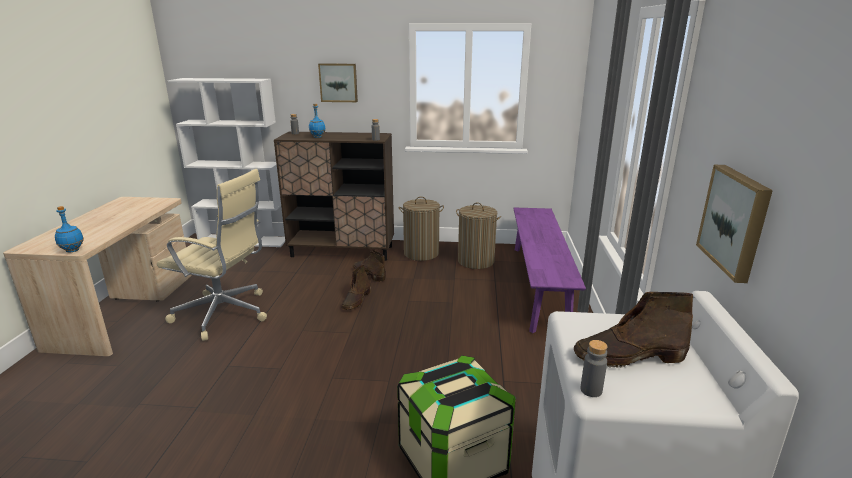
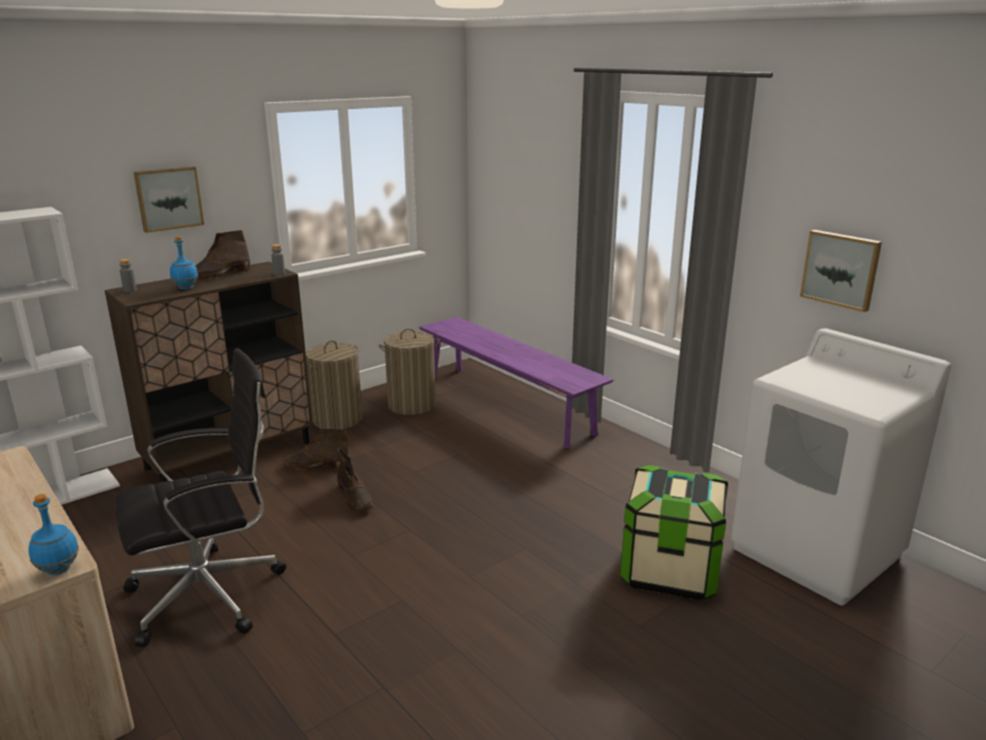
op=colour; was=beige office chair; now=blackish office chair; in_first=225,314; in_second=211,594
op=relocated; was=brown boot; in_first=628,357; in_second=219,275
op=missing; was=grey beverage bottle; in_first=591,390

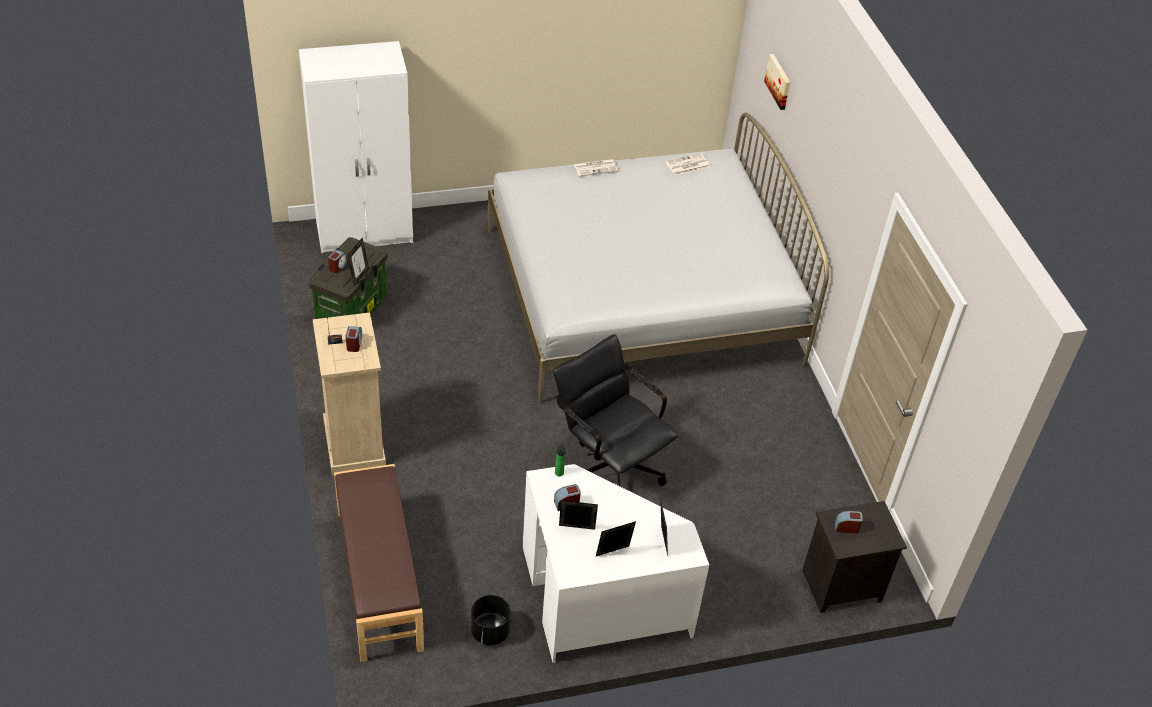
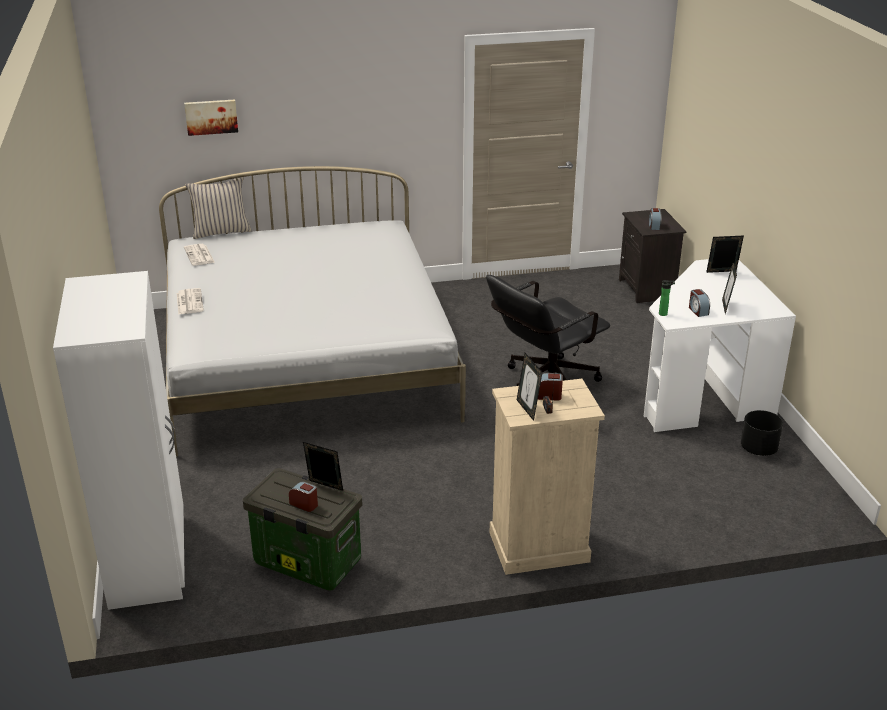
op=missing; was=brown bench; in_first=378,579
op=relocated; was=standing frame; in_first=613,553; in_second=528,409
op=appeared; now=beige throw pillow; in_second=221,231

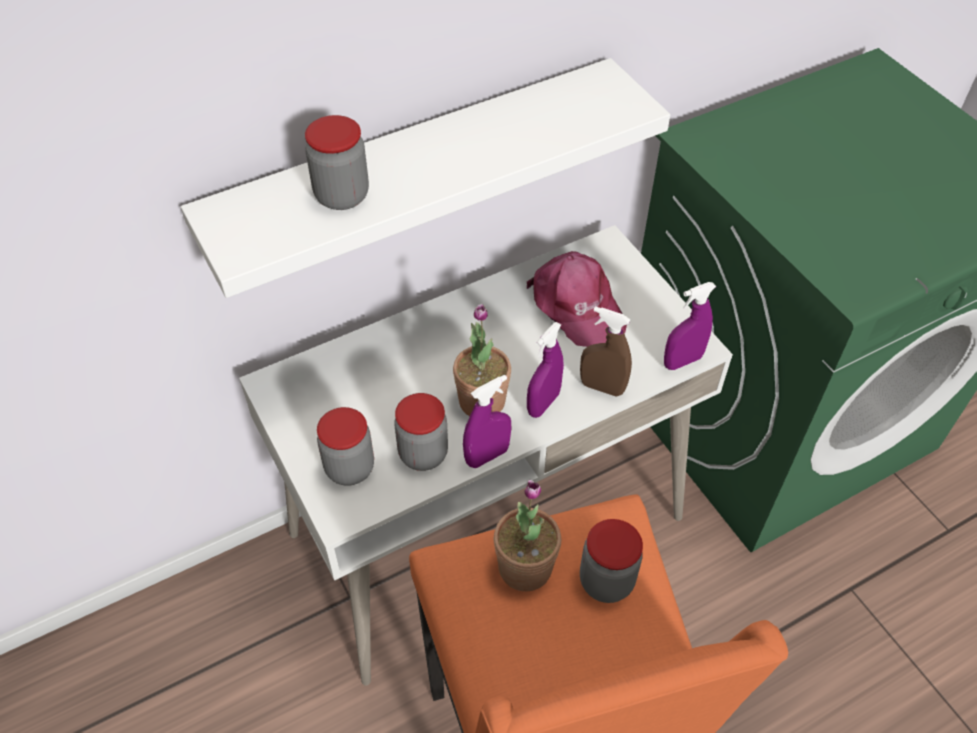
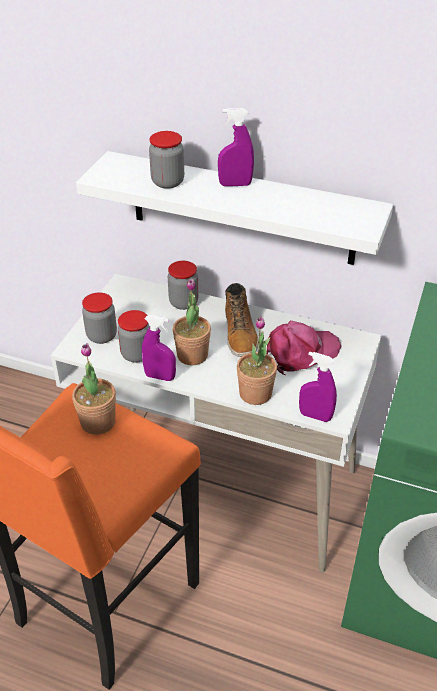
op=spun; was=pink peaked cap; in_first=576,306; in_second=300,353; clockwise=-135
op=relocated; was=purple hand sprayer; in_first=543,404; in_second=235,184
op=exchanged; was=brown hand sprayer; now=plant in a pot; in_first=602,387; in_second=255,394
op=relocated; was=jar; in_first=606,581; in_second=183,302
op=appeared; now=boot; in_second=240,334

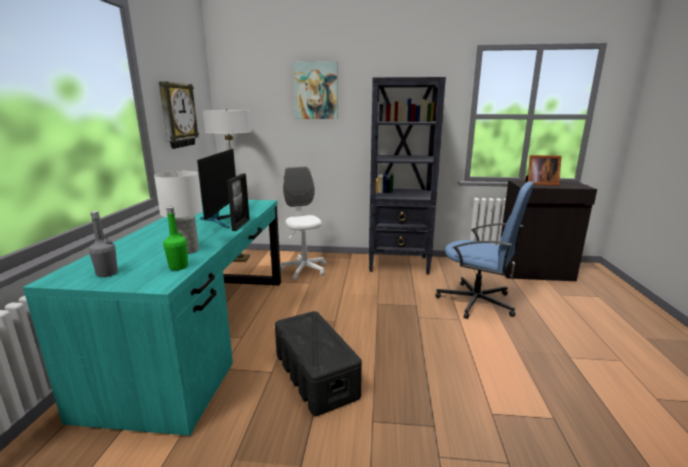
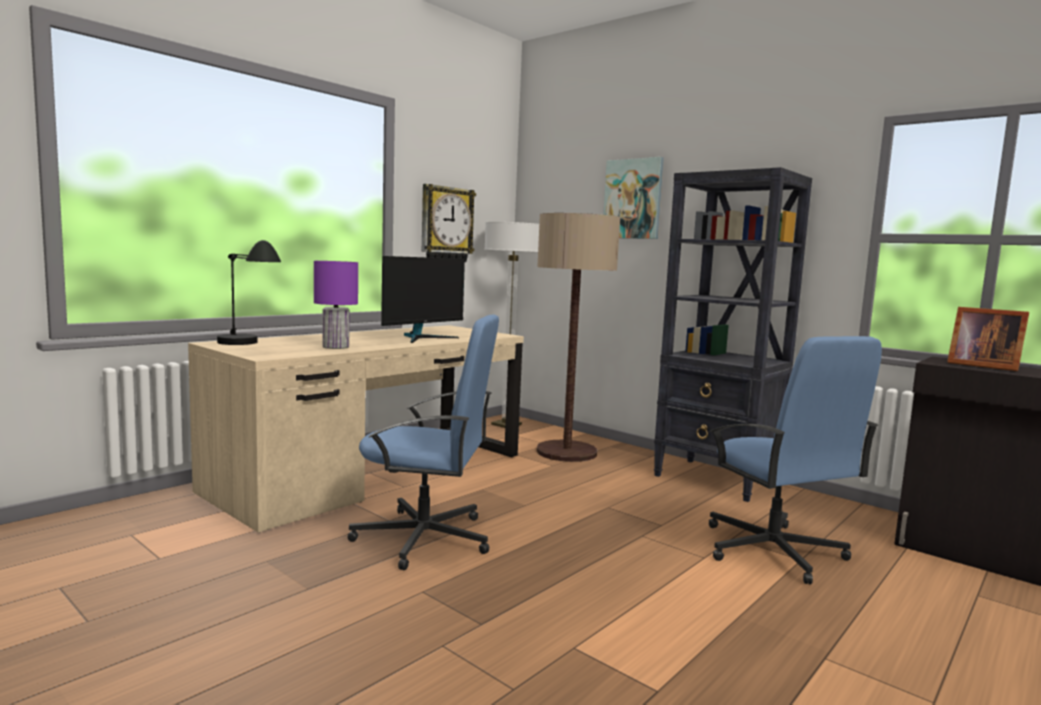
op=colour; was=turquoise desk; now=beige desk; in_first=203,334; in_second=373,473
op=exchanged; was=grey beverage bottle; now=blackish lamp for a table; in_first=107,274; in_second=248,346
op=colour; was=white-coloured lamp for a table; now=purple lamp for a table; in_first=187,250; in_second=336,347
op=missing; was=greenish beverage bottle; in_first=178,267
op=missing; was=standing frame; in_first=241,225
op=exchanged; was=blackish storage bin; now=bluish office chair; in_first=316,376; in_second=425,538
op=exchanged; was=white-coloured office chair; now=floor lamp; in_first=304,270; in_second=566,452

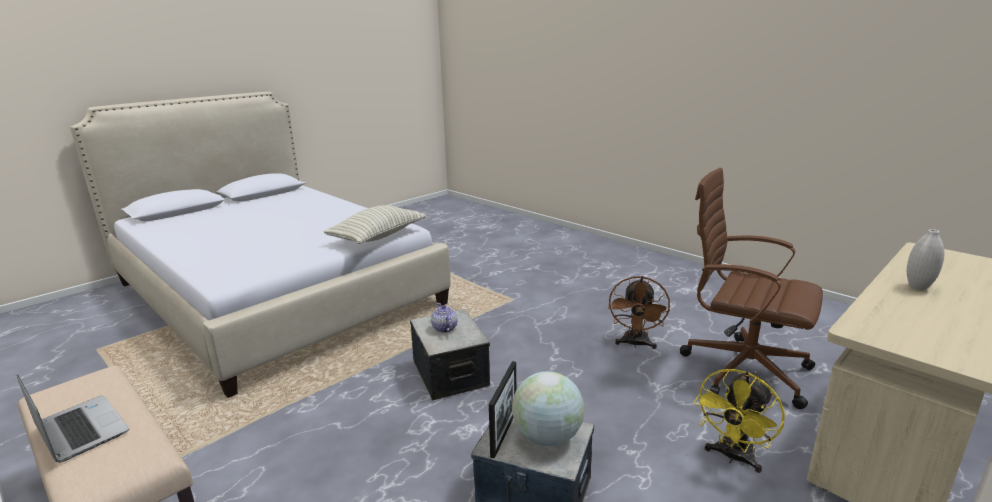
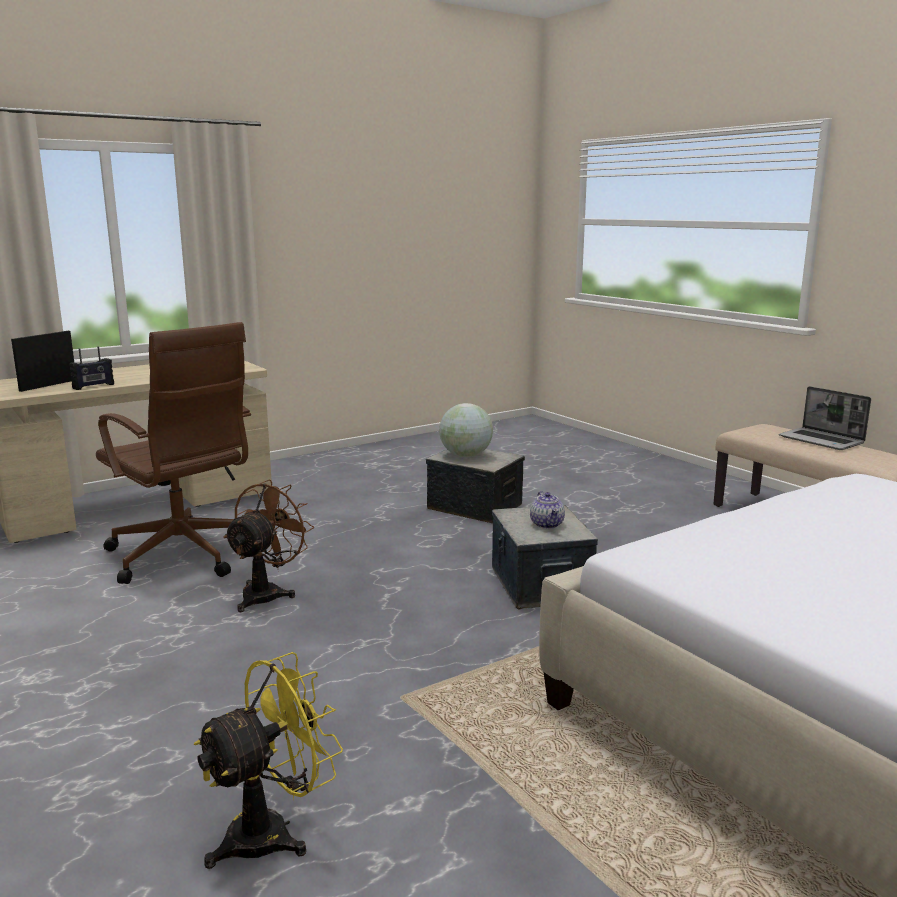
op=missing; was=throw pillow; in_first=378,237
op=relocated; was=standing frame; in_first=504,432; in_second=48,385
op=relocated; was=yellow fan; in_first=733,457; in_second=273,831
op=missing; was=white-coloured flower vase; in_first=918,287
op=appeared; now=radio; in_second=93,386

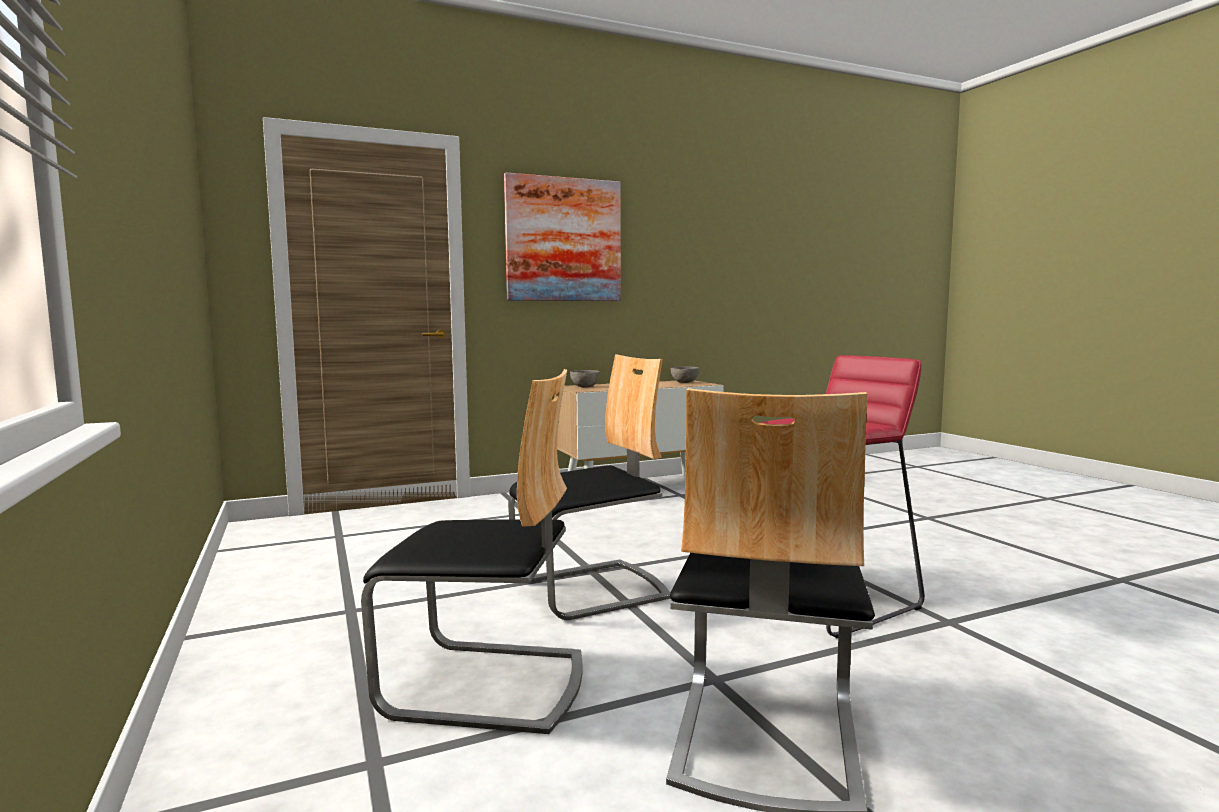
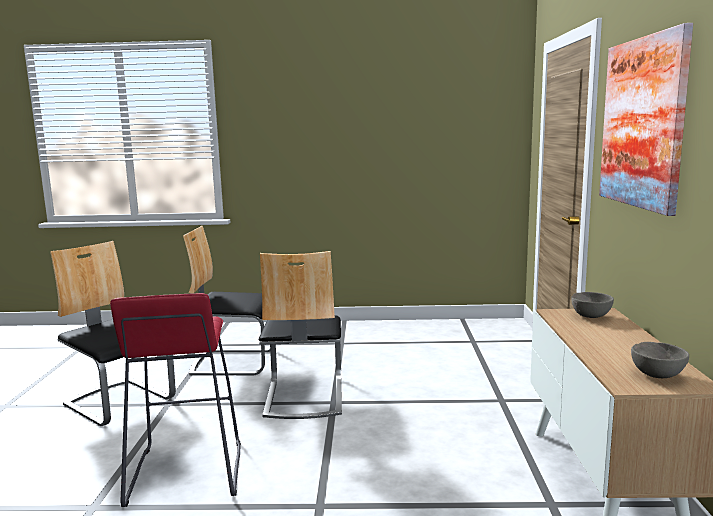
op=spun; was=chair; in_first=486,684; in_second=234,362; clockwise=60

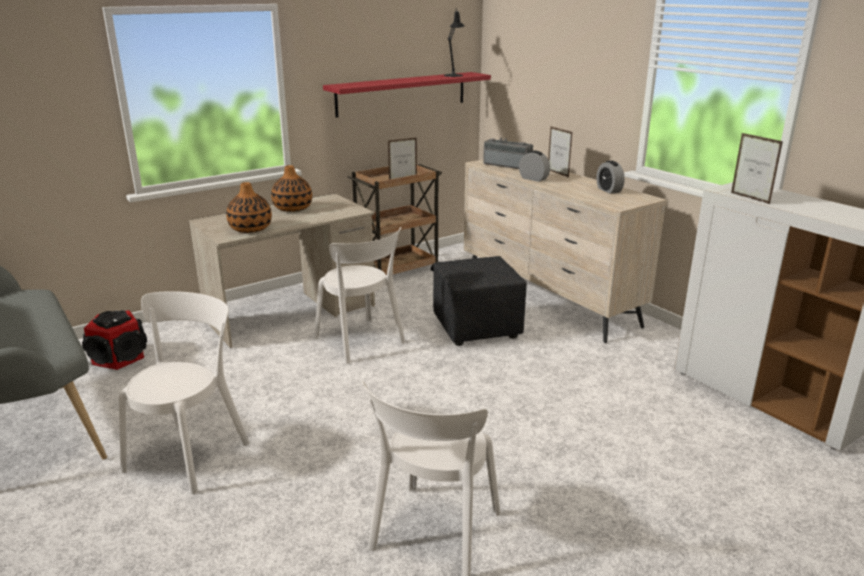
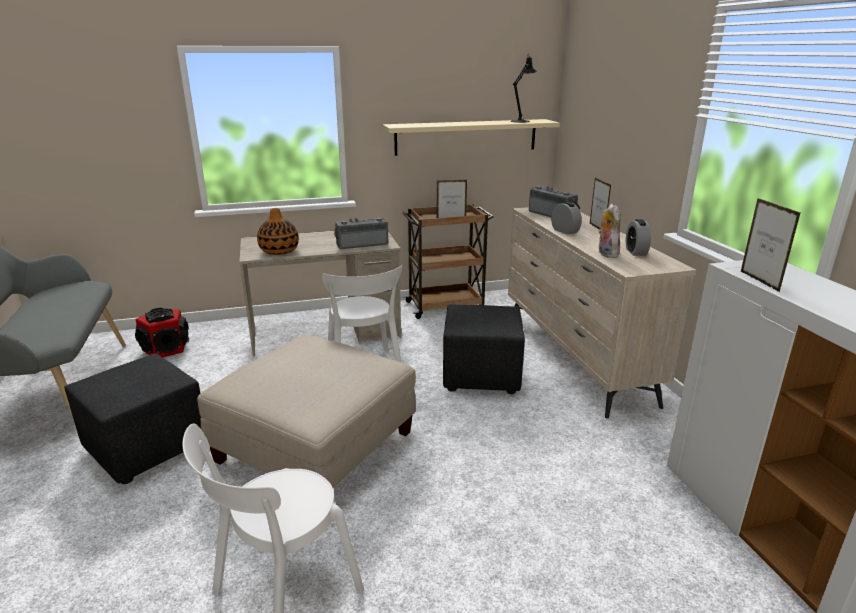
op=exchanged; was=white-coloured chair; now=blackish pouffe; in_first=190,453; in_second=148,448
op=missing; was=flower vase; in_first=293,208
op=colour; was=red shelf; now=beige shelf; in_first=402,93; in_second=466,137
op=appeared; now=beige pouffe; in_second=315,446
op=appeared; now=radio; in_second=362,244
op=appeared; now=cuddly toy; in_second=606,254

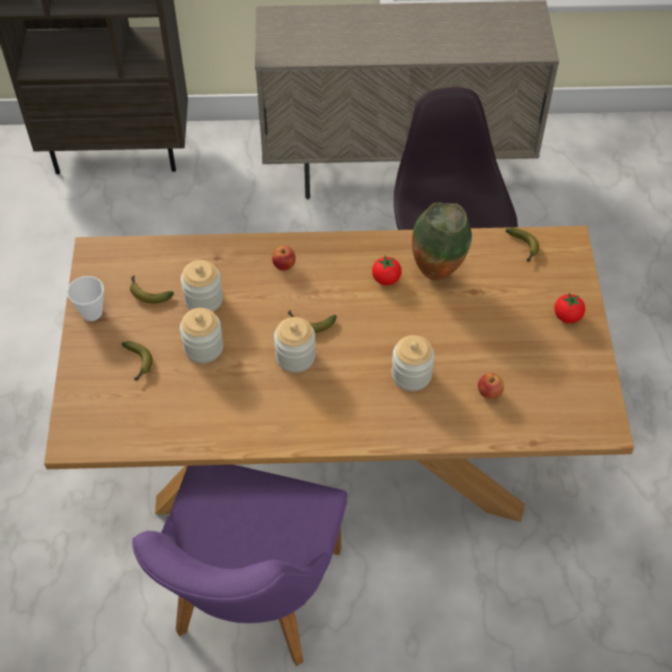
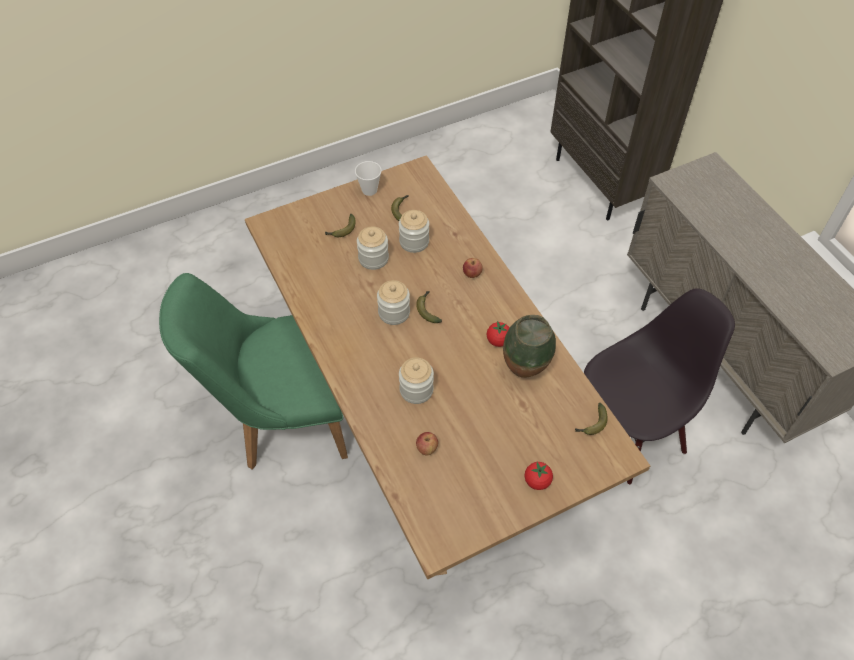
op=colour; was=purple chair; now=greenish chair; in_first=250,605; in_second=280,420

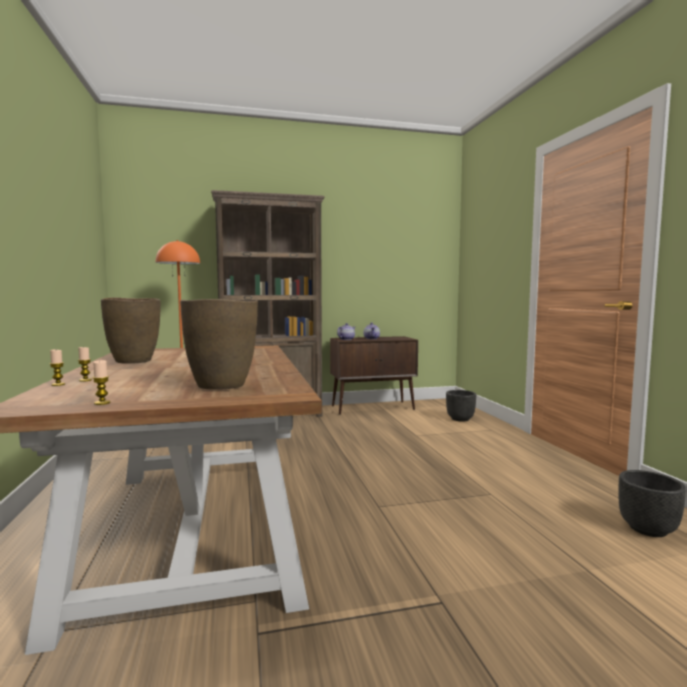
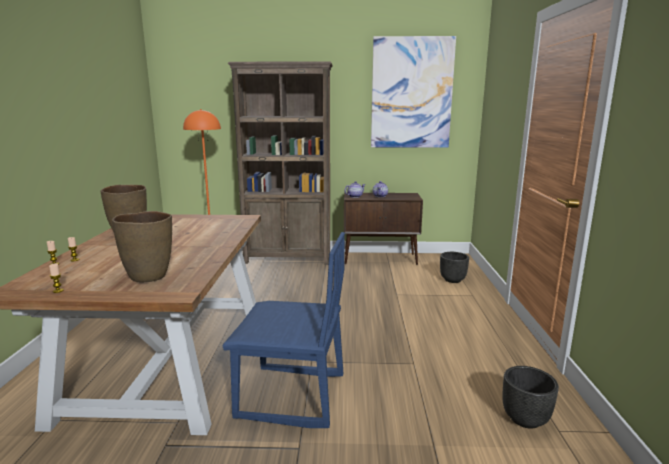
op=appeared; now=bluish chair; in_second=291,397
op=appeared; now=wall picture; in_second=411,93

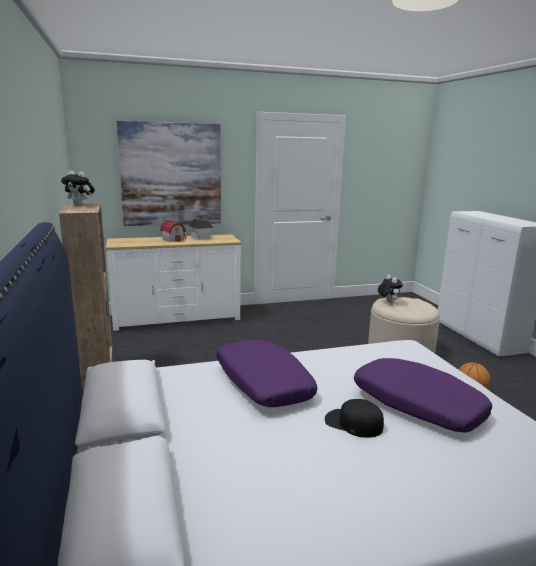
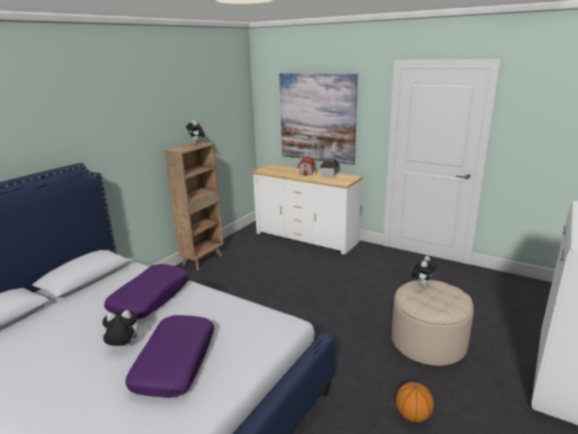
op=exchanged; was=blackish peaked cap; now=cuddly toy; in_first=353,423; in_second=123,346

